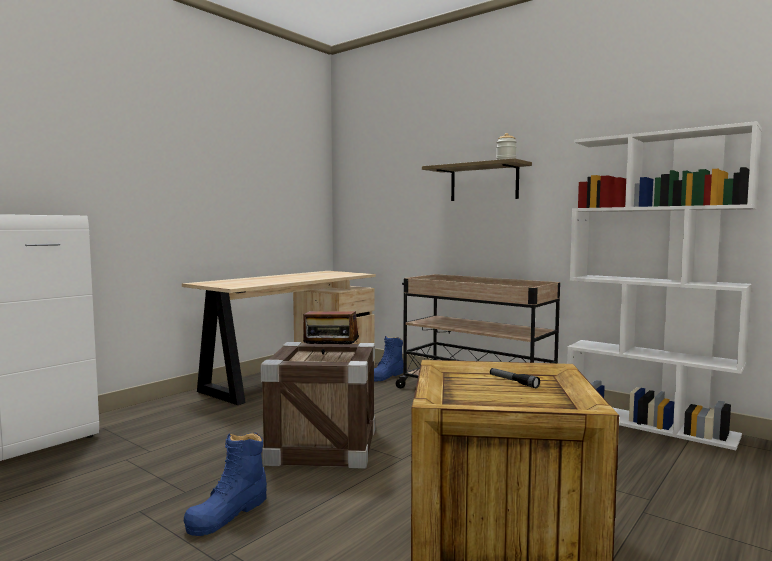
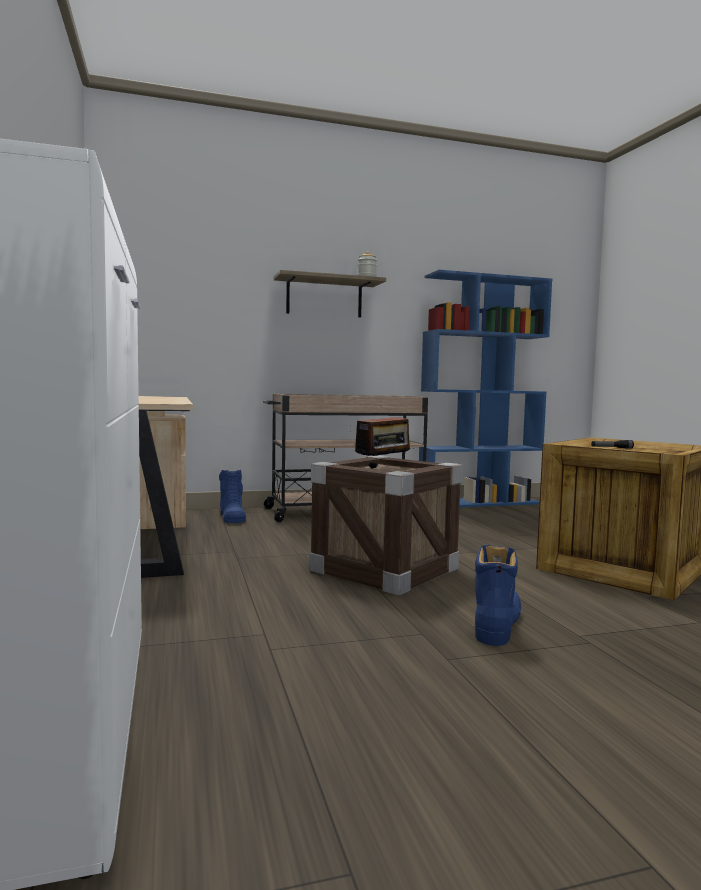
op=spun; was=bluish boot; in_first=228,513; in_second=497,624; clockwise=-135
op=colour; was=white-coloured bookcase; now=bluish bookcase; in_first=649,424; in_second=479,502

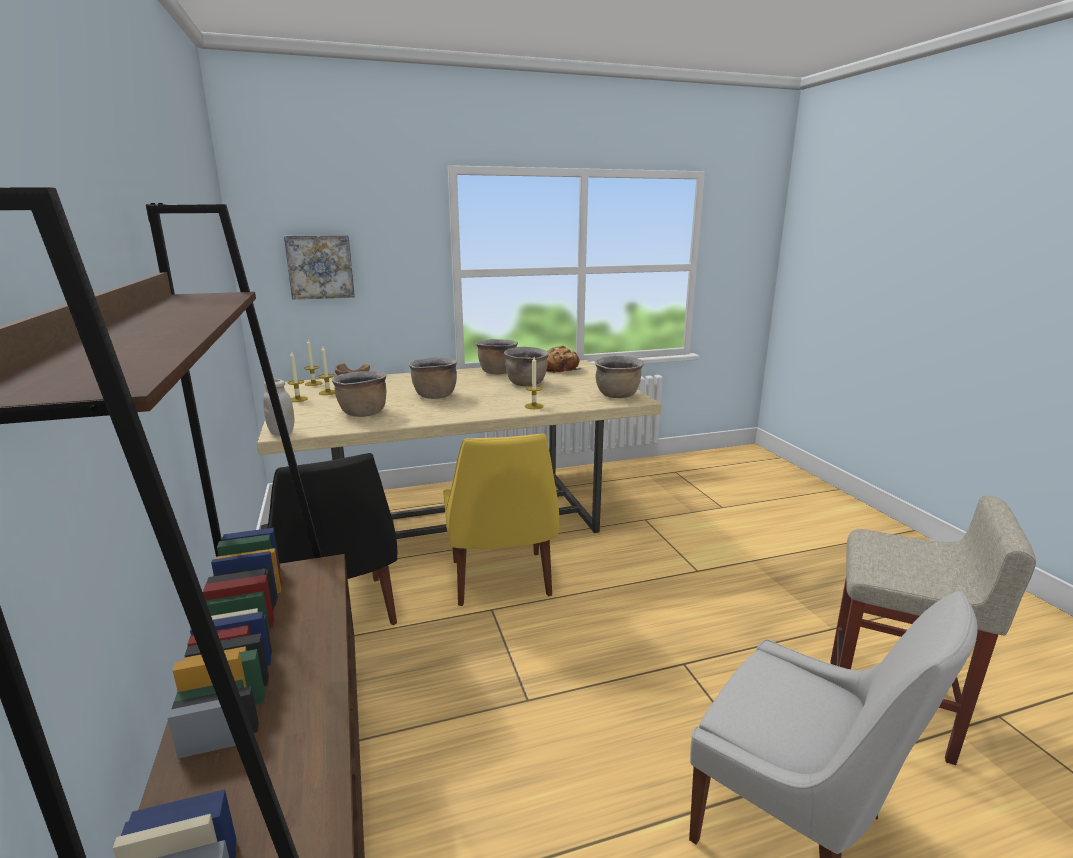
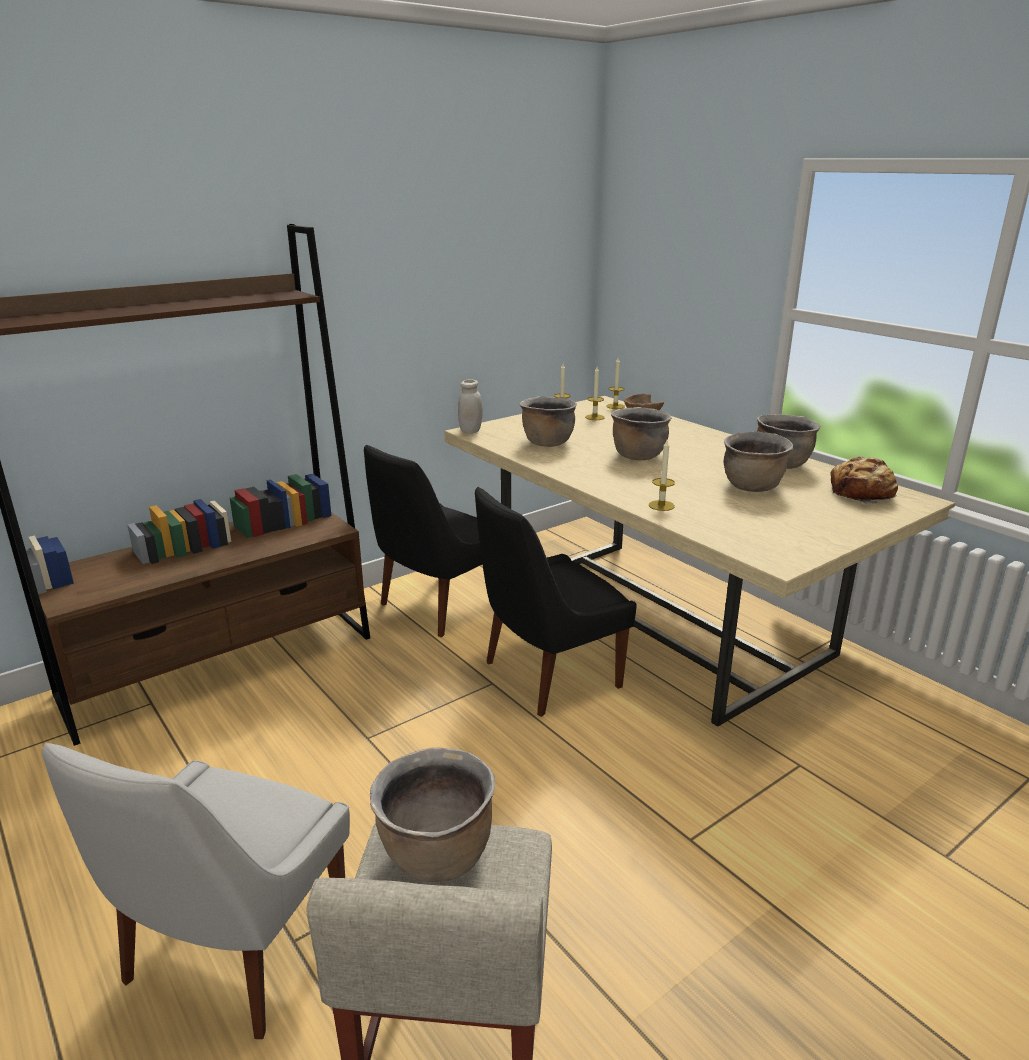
op=missing; was=wall picture; in_first=320,266
op=colour; was=yellow chair; now=blackish chair; in_first=501,580; in_second=547,676
op=relocated; was=brown saucepot; in_first=617,396; in_second=436,855

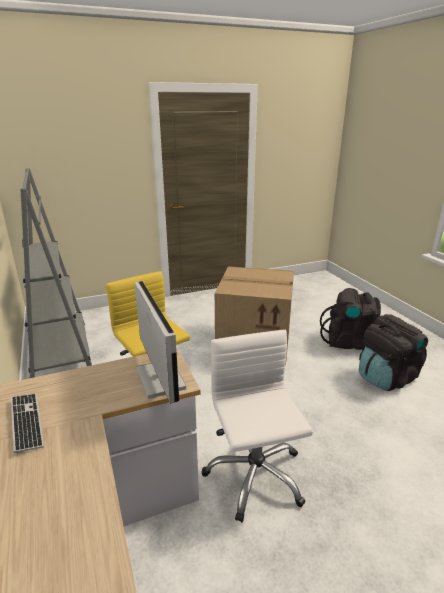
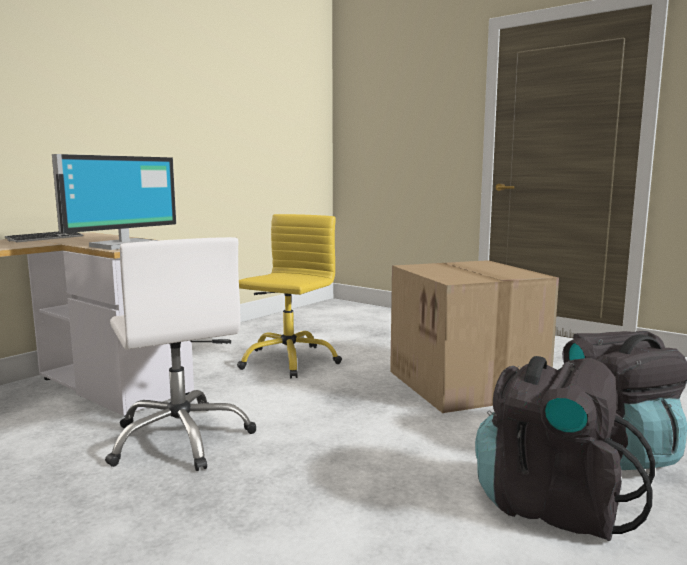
op=missing; was=grey bookcase; in_first=61,353
op=spun; was=white-coloured office chair; in_first=254,475; in_second=181,438; clockwise=105

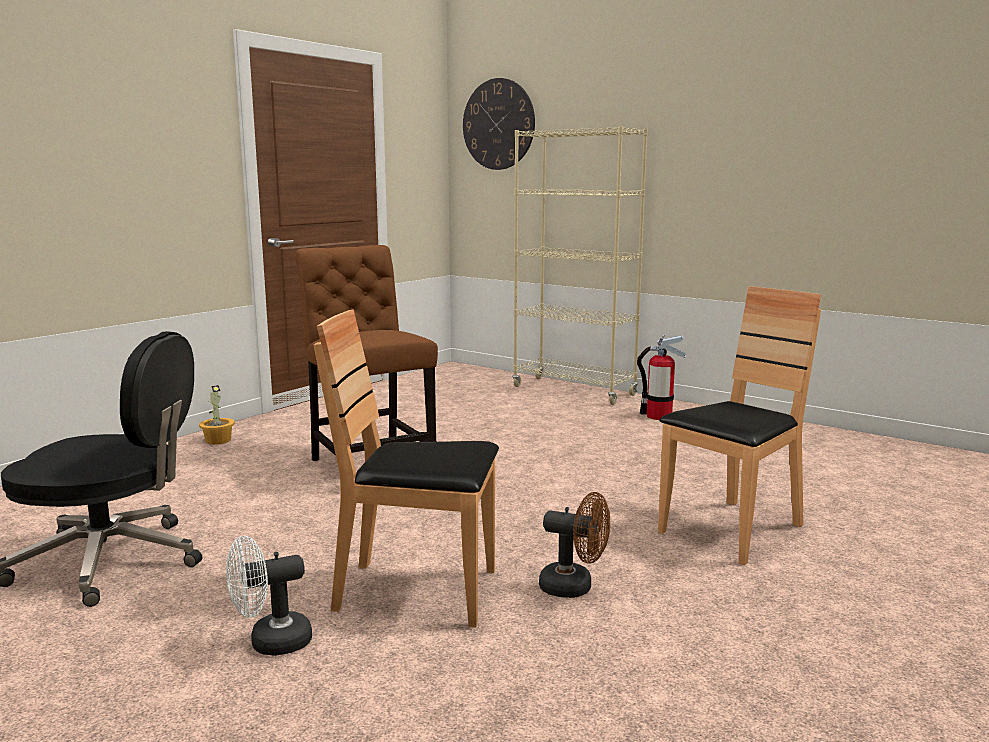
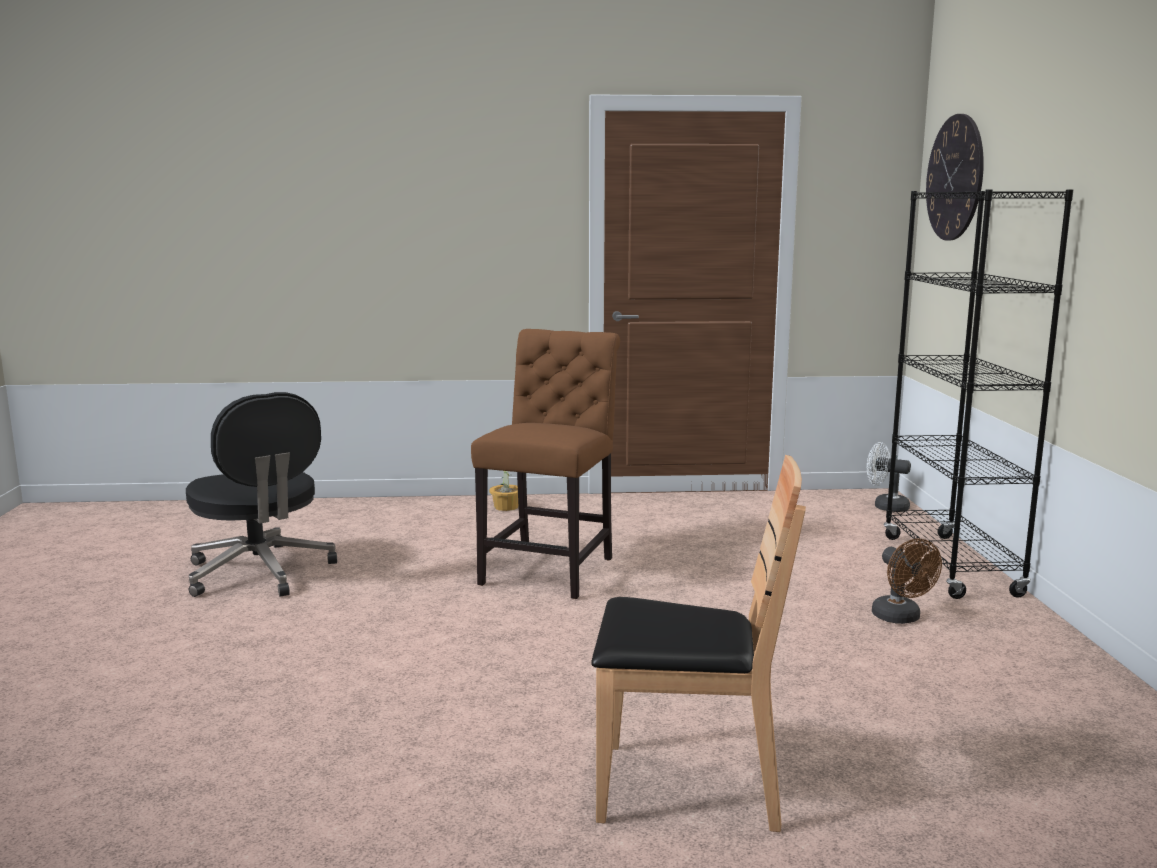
op=relocated; was=white-coloured fan; in_first=270,643; in_second=885,506
op=missing; was=brown chair; in_first=418,592
op=colour; was=beige bookcase; now=blackish bookcase; in_first=574,391; in_second=950,566
op=relocated; was=brown fan; in_first=574,587; in_second=901,618
op=missing; was=fire-fighting cylinder; in_first=658,416

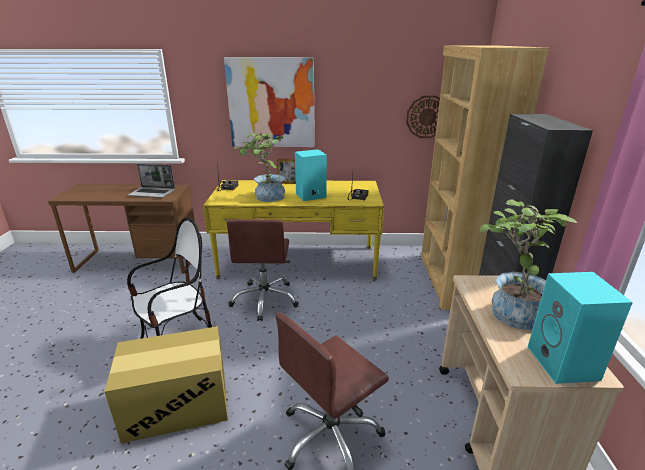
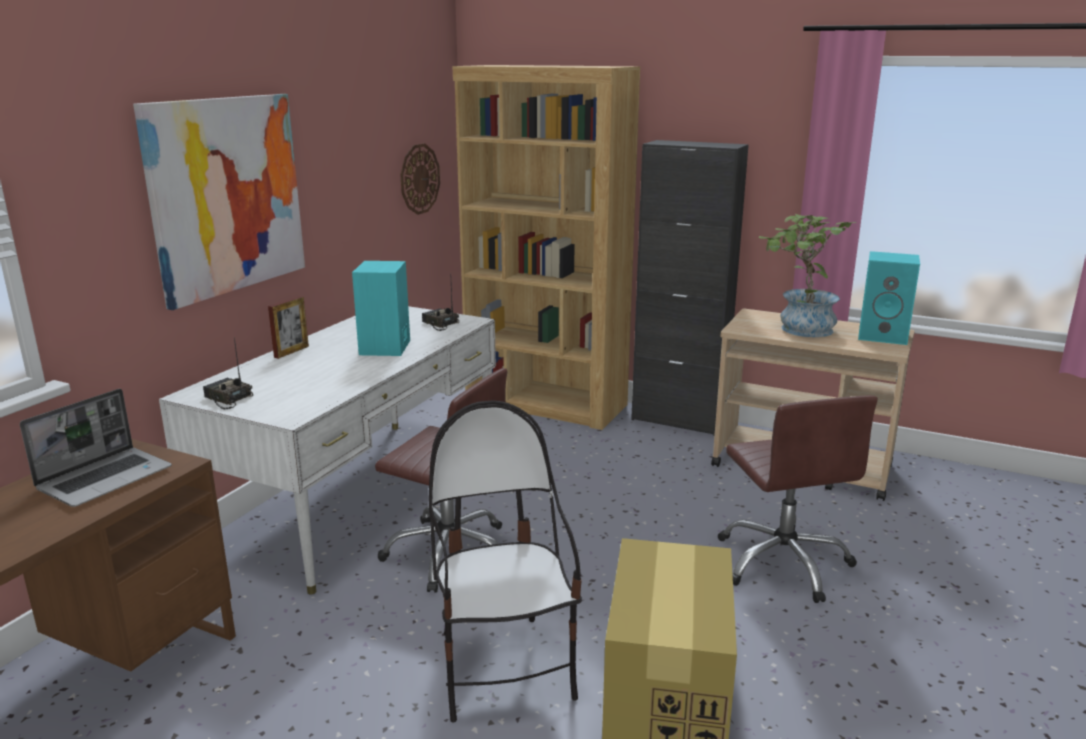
op=colour; was=yellow desk; now=white-coloured desk; in_first=298,262; in_second=360,495
op=missing; was=plant in a pot; in_first=266,197

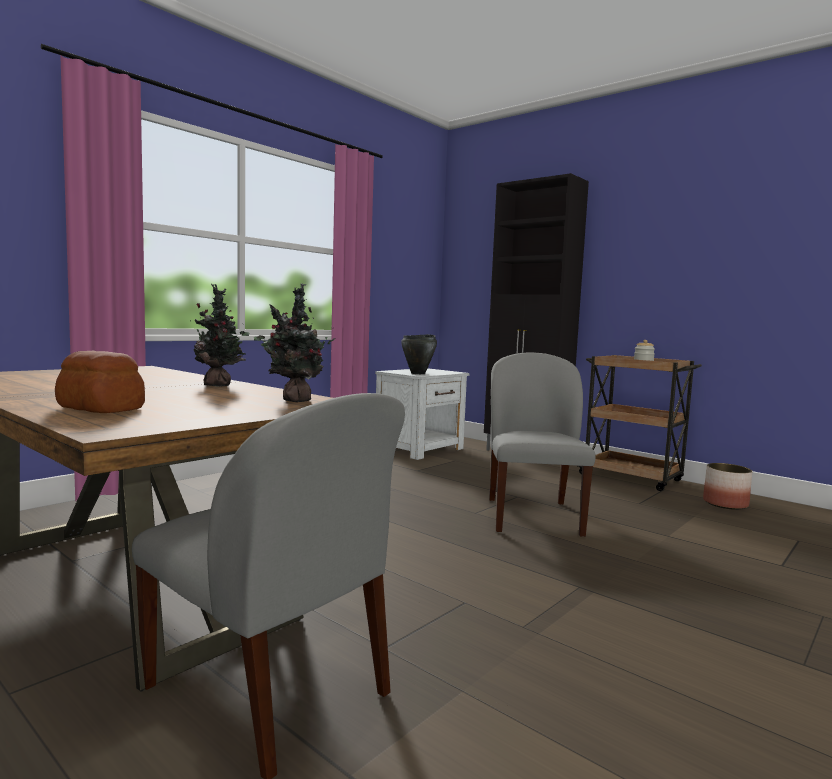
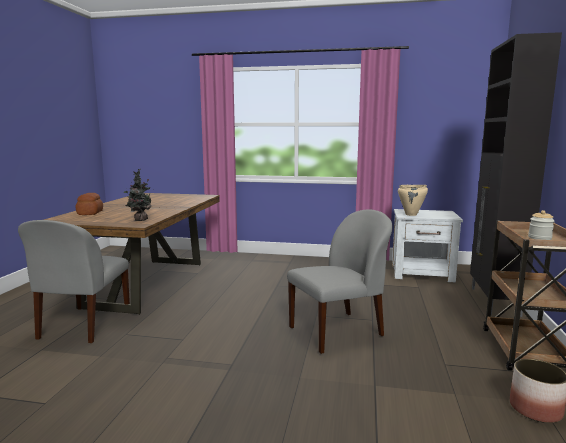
op=missing; was=plant in a pot; in_first=220,385
op=colour; was=blackish saucepot; now=beige saucepot; in_first=418,373; in_second=411,214

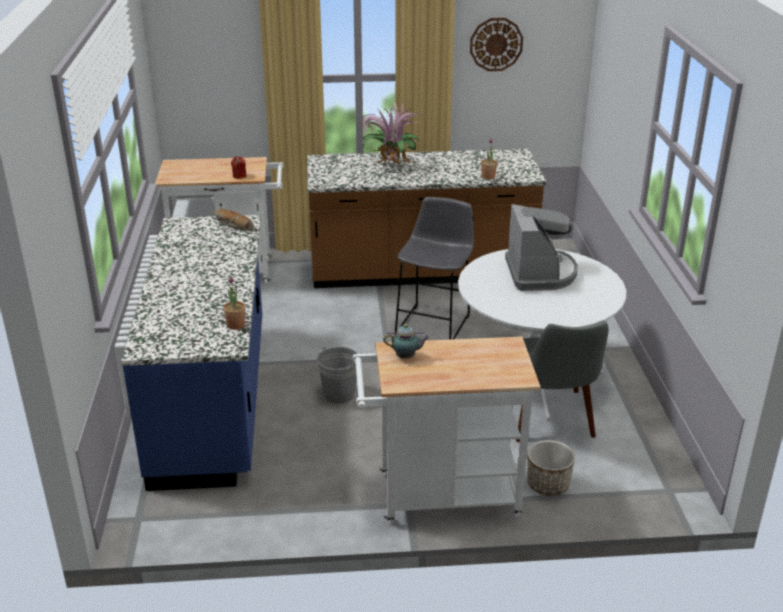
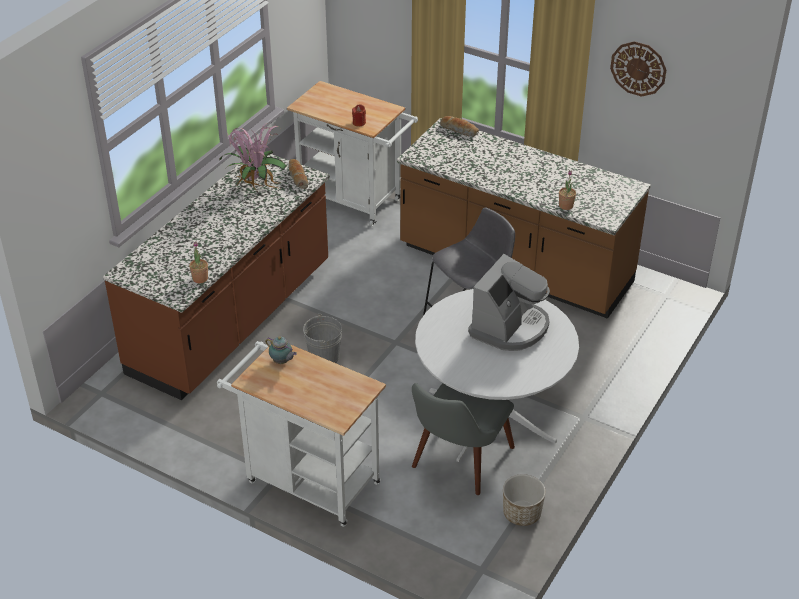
op=colour; was=bluish kitchen counter; now=brown kitchen counter; in_first=214,399; in_second=232,319
op=relocated; was=plant in a pot; in_first=390,166; in_second=254,184
op=relocated; was=plant pot; in_first=547,485; in_second=521,513
op=appeared; now=bakery bread; in_second=459,130

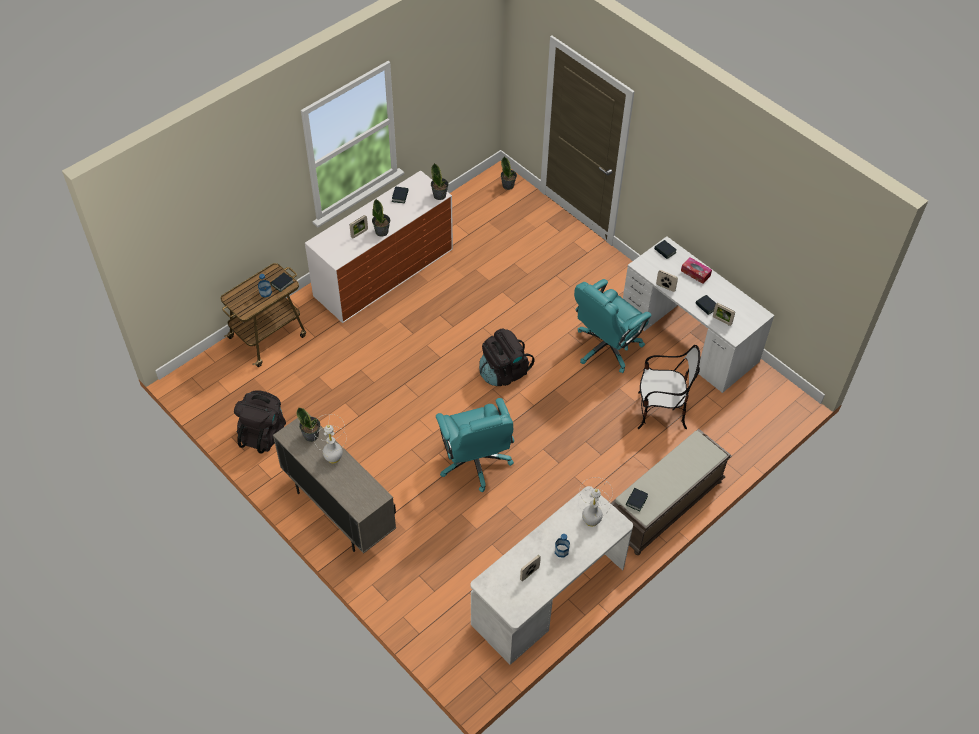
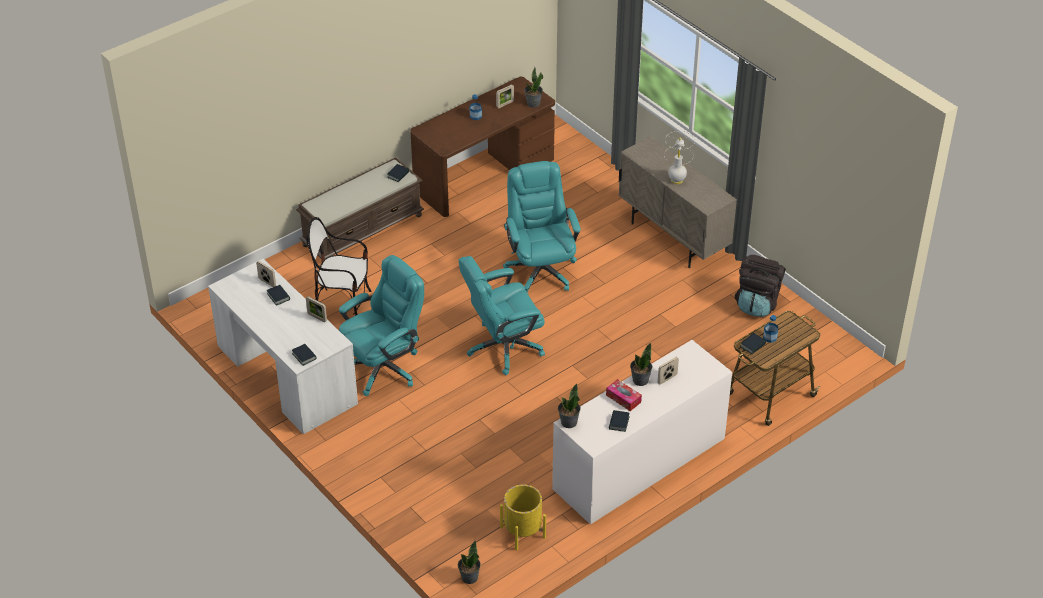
op=relocated; was=plant in a pot; in_first=311,435; in_second=533,103
op=colour; was=white-coloured desk; now=brown desk; in_first=549,595; in_second=484,175
op=exchanged; was=blackish rucksack; now=turquoise office chair; in_first=503,372; in_second=503,347
op=missing; was=white-coloured lamp for a table; in_first=591,520
op=relocated; was=tissue holder; in_first=695,273; in_second=623,399
op=appeared; now=yellow plant pot; in_second=523,532

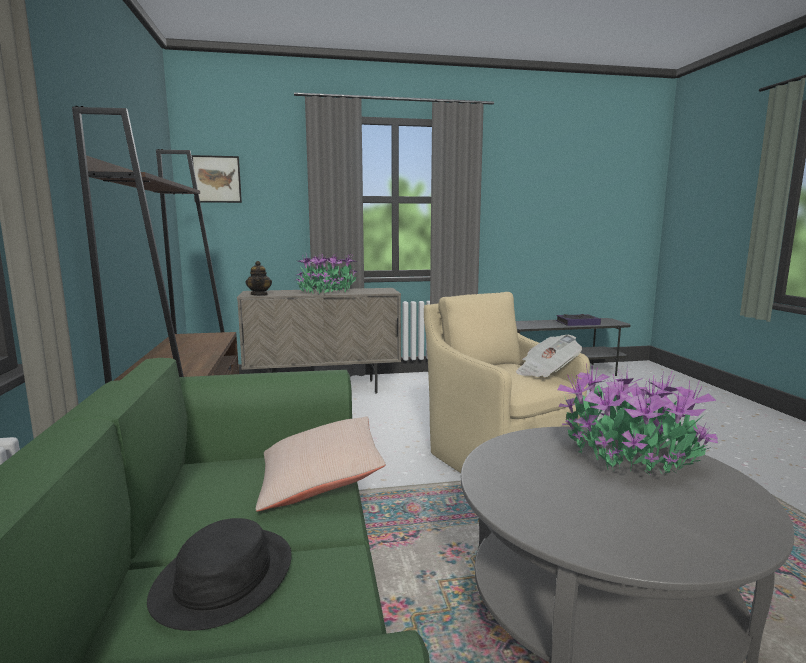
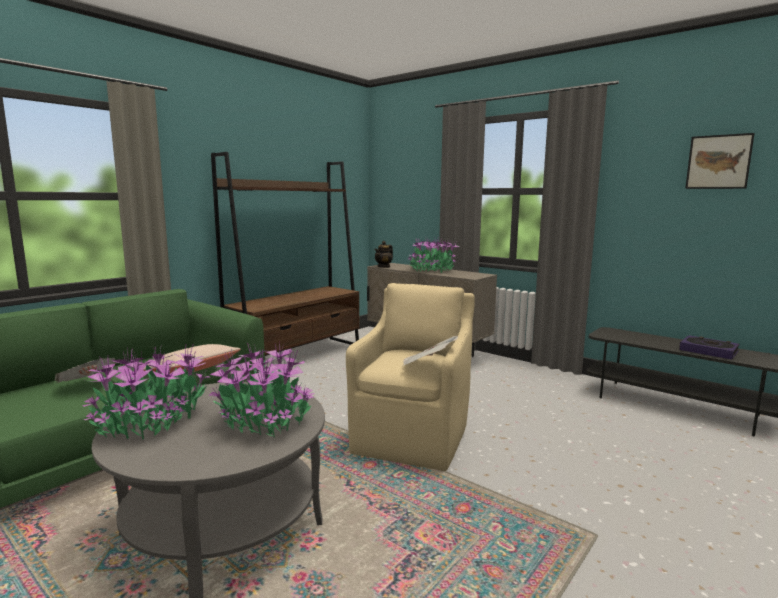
op=exchanged; was=blackish wearable hat; now=newspaper; in_first=223,577; in_second=87,385
op=relocated; was=wall picture; in_first=217,179; in_second=718,162
op=appeared; now=plant in a pot; in_second=151,422

